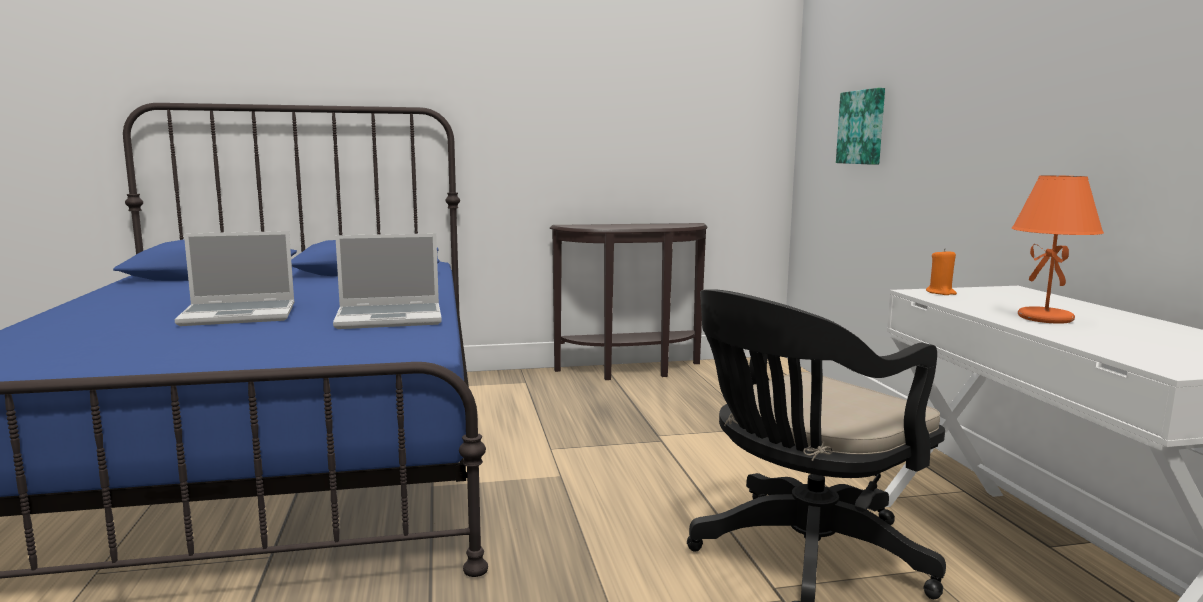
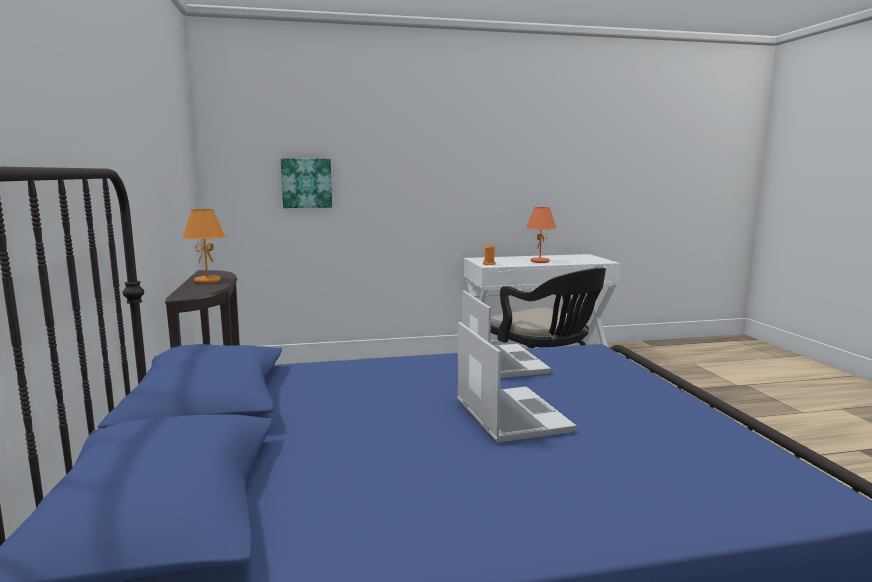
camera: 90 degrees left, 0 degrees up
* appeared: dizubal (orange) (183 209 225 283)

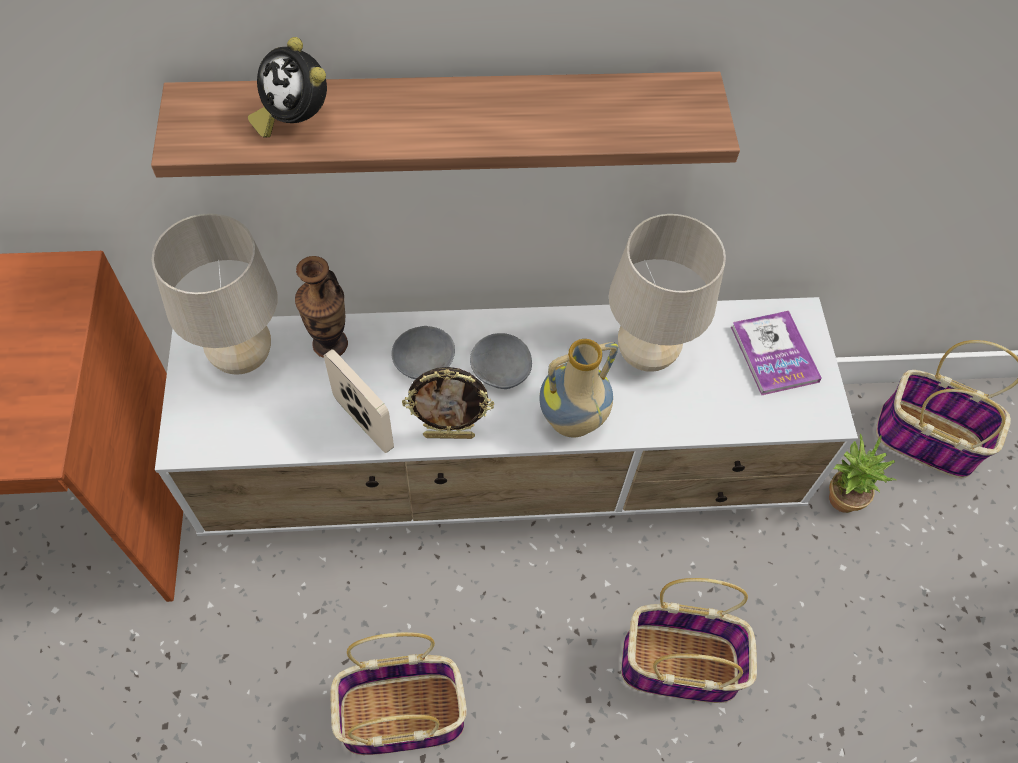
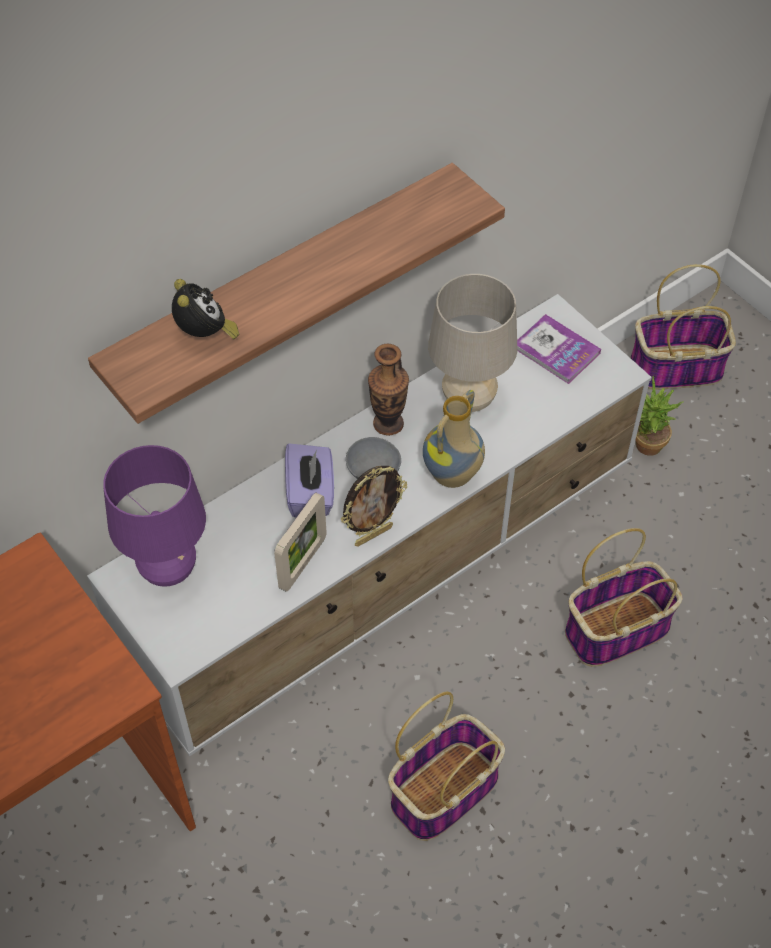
camera: 30 degrees left, 5 degrees down
* relocated: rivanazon (295 256 348 358) to (368 344 409 436)
* exchanged: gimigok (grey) (392 326 455 379) to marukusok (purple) (285 444 334 517)
* colour: dizubal (beige) (152 213 278 375) to dizubal (purple) (103 445 206 587)
* spun: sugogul (248 37 327 138) = (172 279 239 339) 120 degrees counterclockwise
* spun: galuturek (324 349 394 453) = (274 493 327 592) 105 degrees clockwise

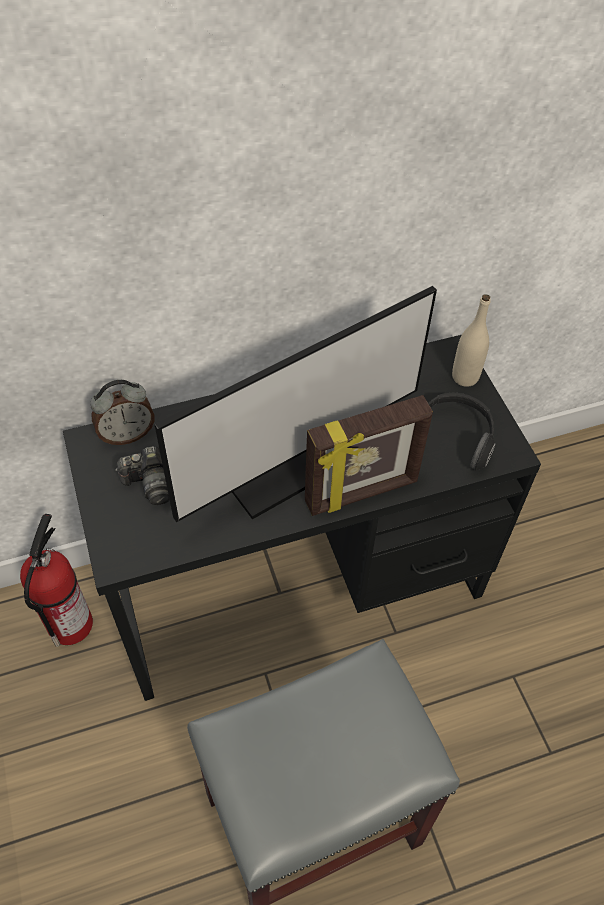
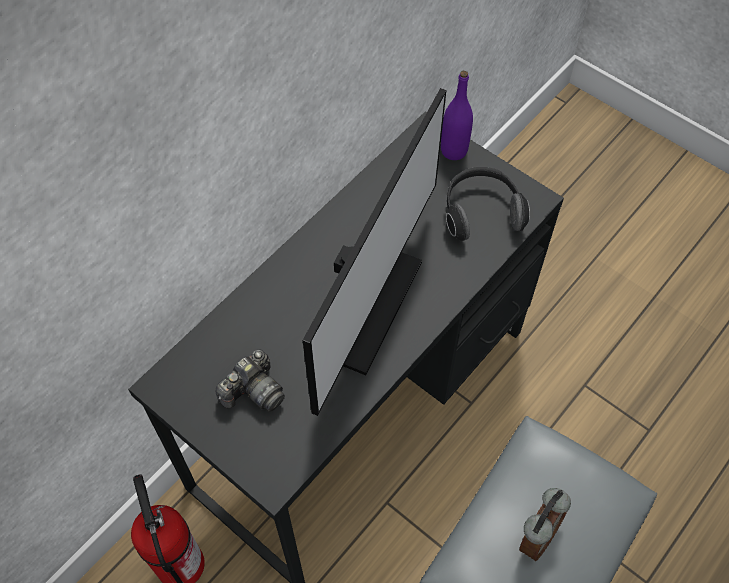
camera: 30 degrees left, 5 degrees up
* missing: galuturek (305 395 433 516)
* relocated: sugogul (90 380 154 445) to (519 488 571 561)
* colour: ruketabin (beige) (452 294 491 387) to ruketabin (purple) (441 71 473 160)

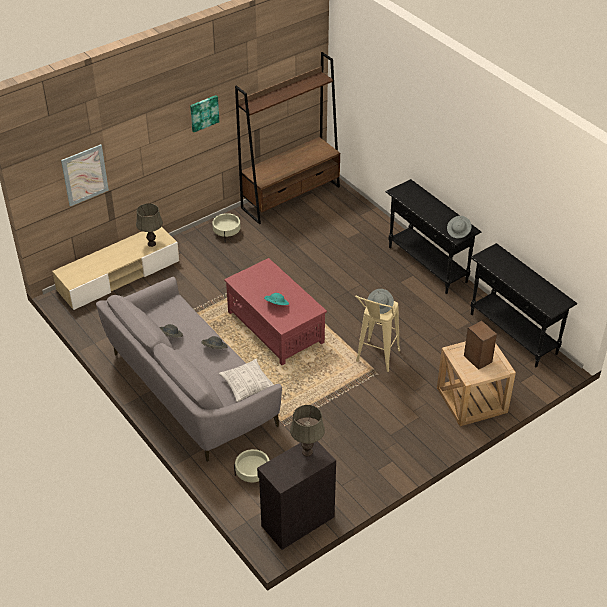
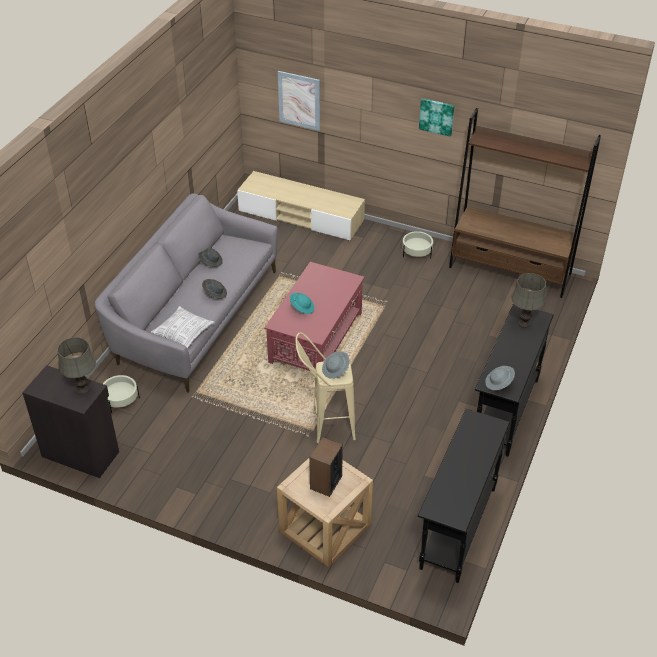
camera: 60 degrees right, 0 degrees up
* relocated: dizubal (grey) (136 203 163 247) to (511 273 546 328)

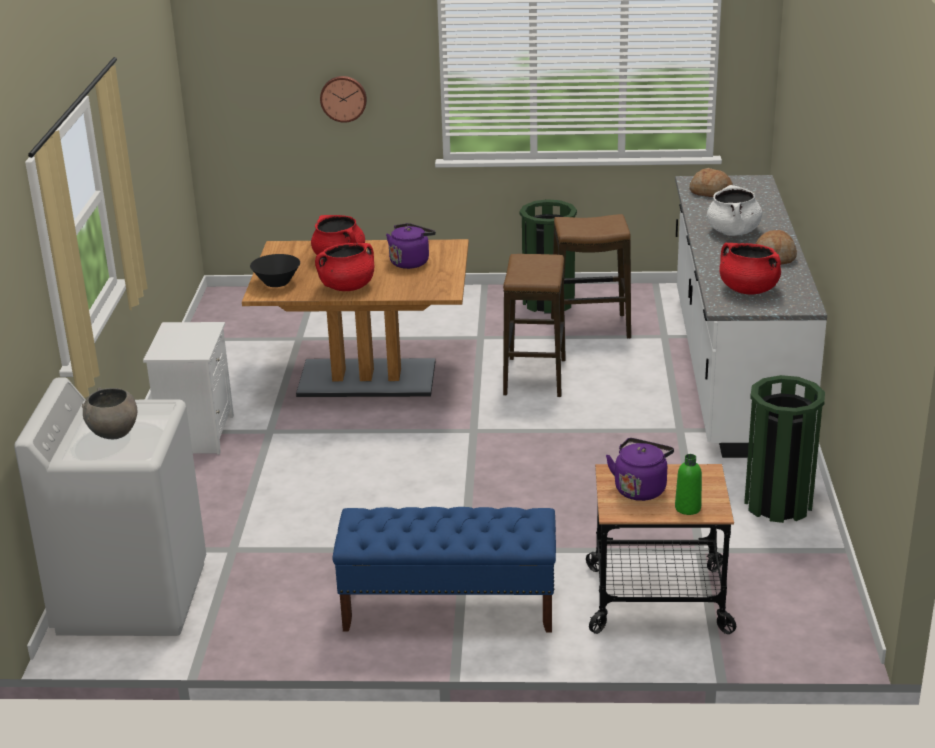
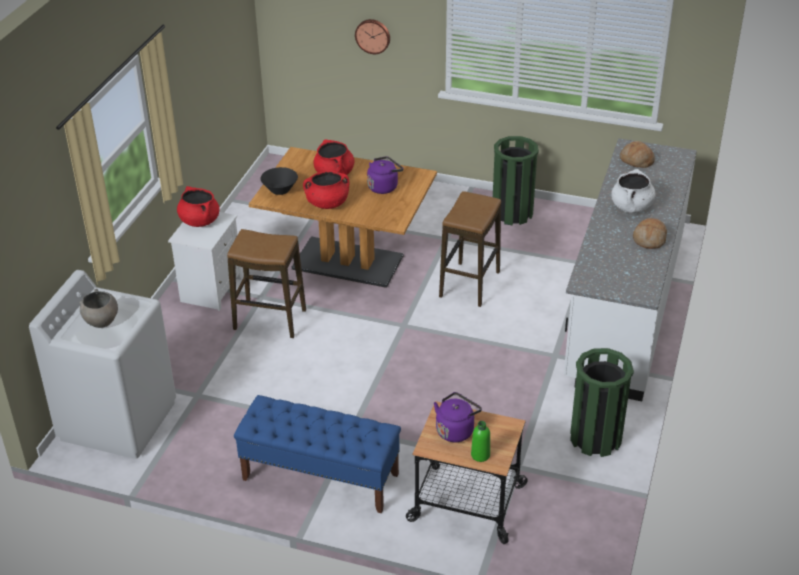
camera: 15 degrees right, 10 degrees up
* relocated: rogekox (551 214 631 339) to (227 229 306 338)
* relocated: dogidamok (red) (719 243 781 294) to (177 186 220 227)

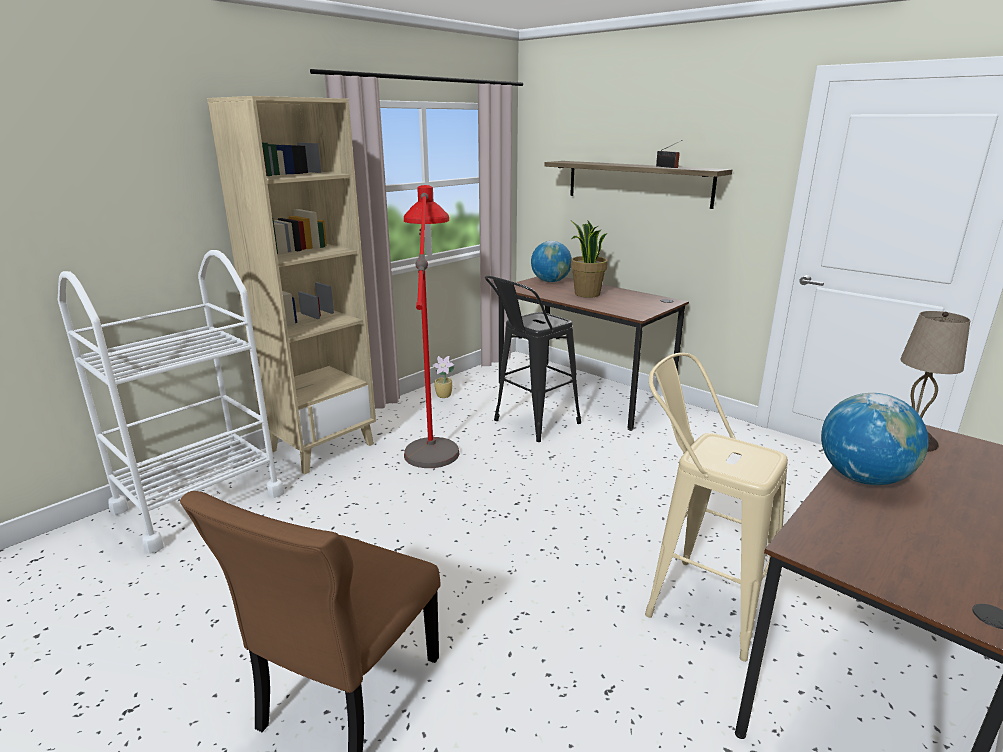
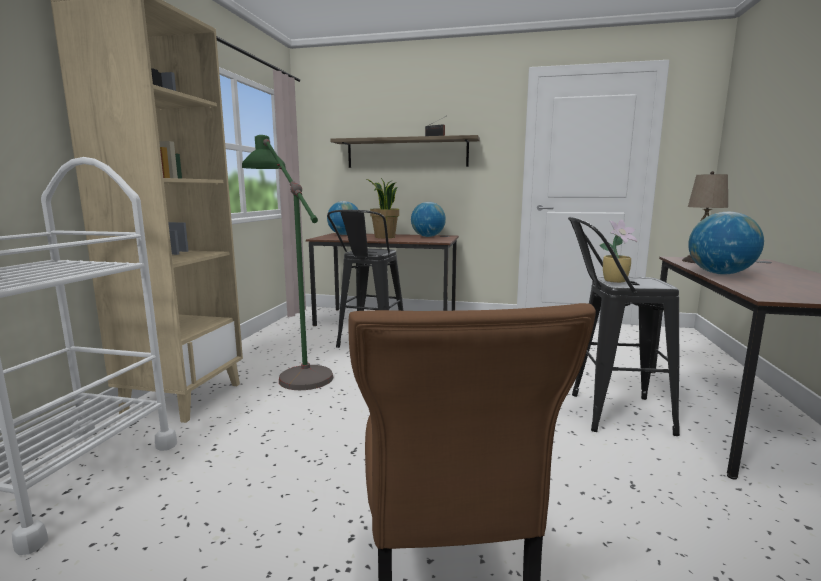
camera: 30 degrees left, 10 degrees down
* appeared: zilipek (411 202 446 237)
* relocated: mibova (432 356 454 398) to (599 219 637 283)
* colour: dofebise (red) (404 185 460 468) to dofebise (green) (242 135 333 390)
* colour: rogekox (beige) (645 353 788 662) to rogekox (black) (568 216 680 436)

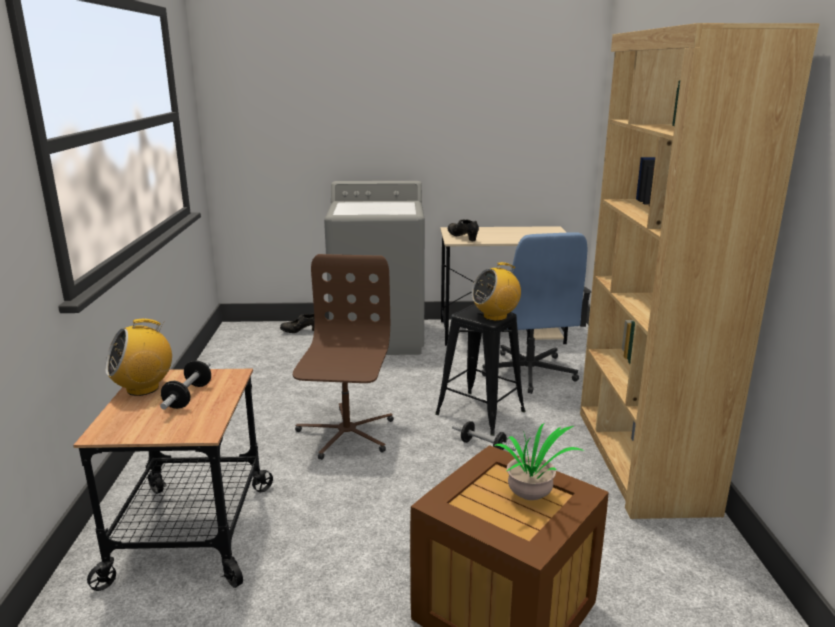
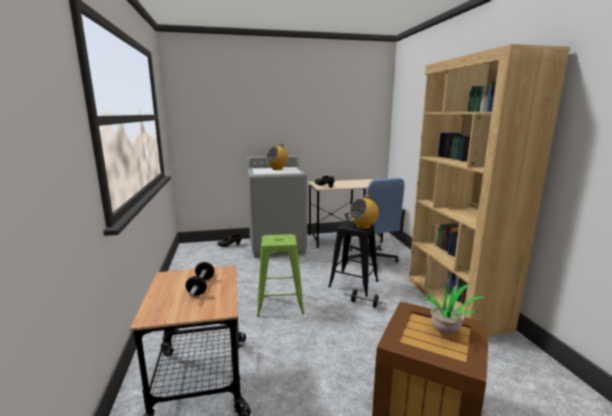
camera: 10 degrees left, 5 degrees down
* relocated: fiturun (105 319 172 396) to (266 144 288 170)
* exchanged: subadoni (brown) (293 254 394 460) to rogekox (green) (257 234 304 316)

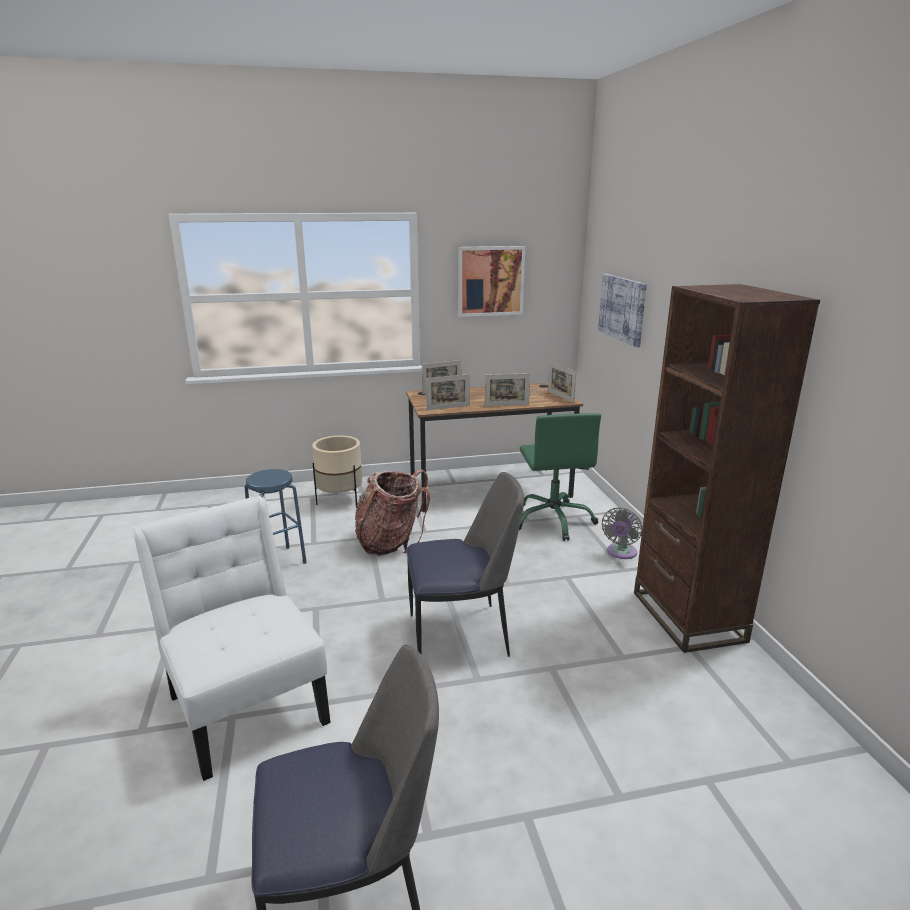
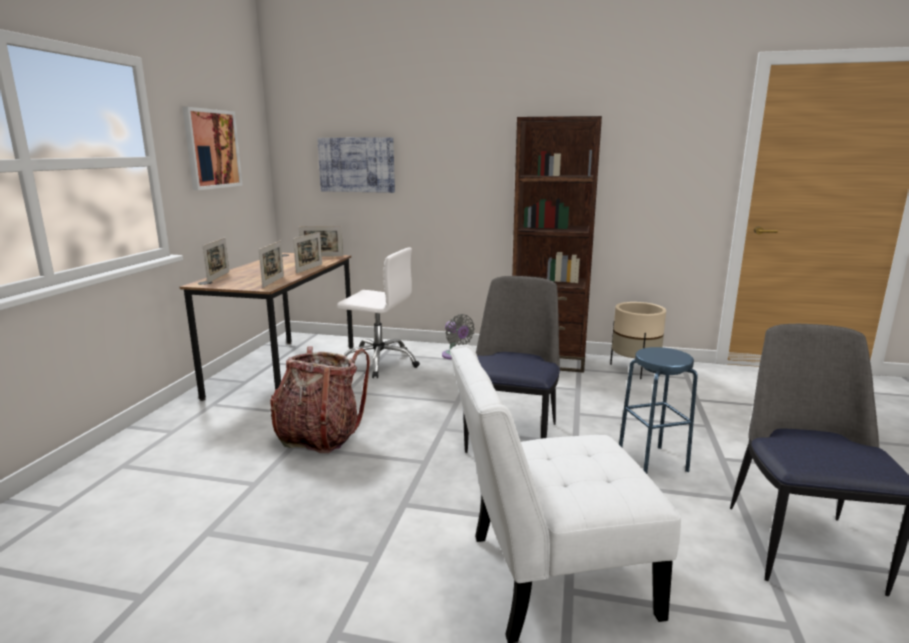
camera: 65 degrees left, 5 degrees down
* relocated: rogekox (blue) (245 469 307 564) to (619 347 698 474)
* relocated: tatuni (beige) (312 436 362 507) to (610 302 666 379)
* colour: subadoni (green) (519 413 601 541) to subadoni (white) (337 247 420 378)

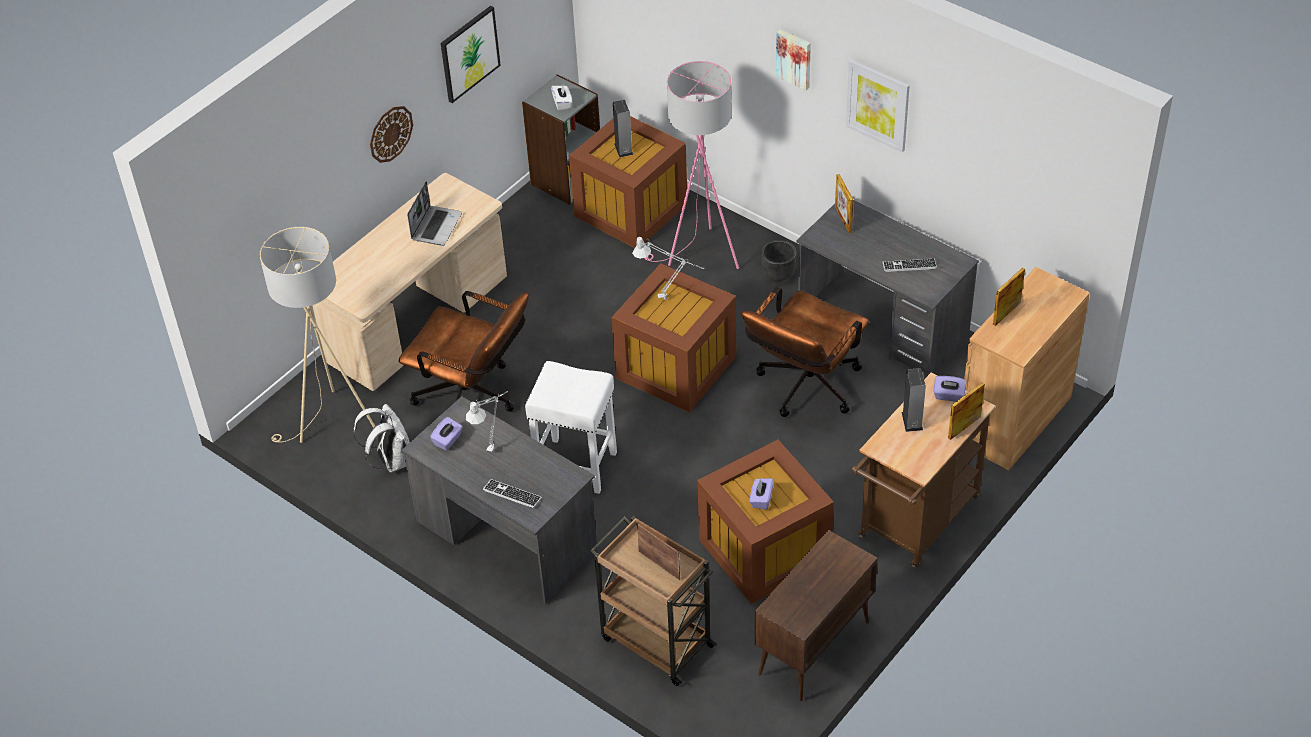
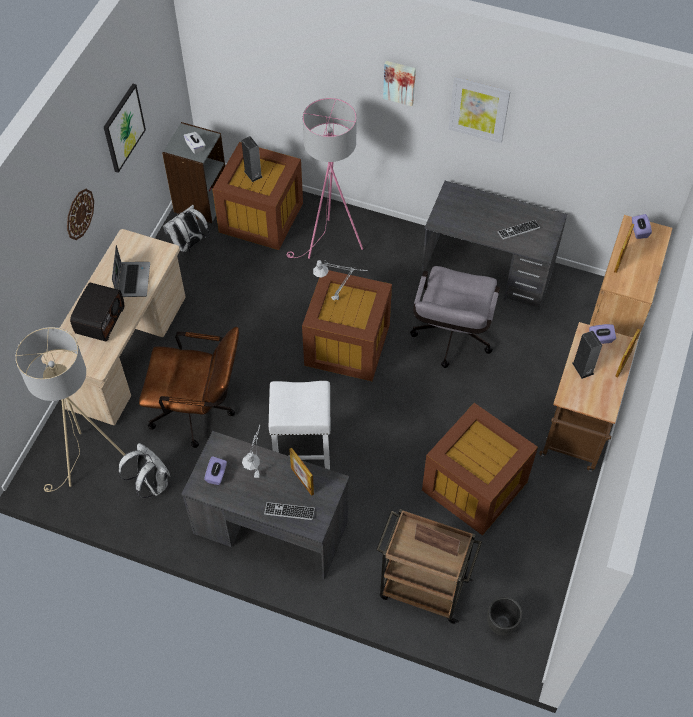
camera: 20 degrees left, 10 degrees up
* missing: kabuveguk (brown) (755 530 878 701)
* appeared: fiturun (70 283 124 342)
* appeared: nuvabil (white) (163 205 210 252)
* relocated: marukusok (purple) (750 478 774 510) to (632 214 652 239)
* relocated: tatuni (black) (761 240 797 282) to (487 597 522 636)
* relocated: galuturek (835 174 853 233) to (289 448 314 496)
* colour: subadoni (brown) (741 287 869 417) to subadoni (grey) (410 266 500 368)

